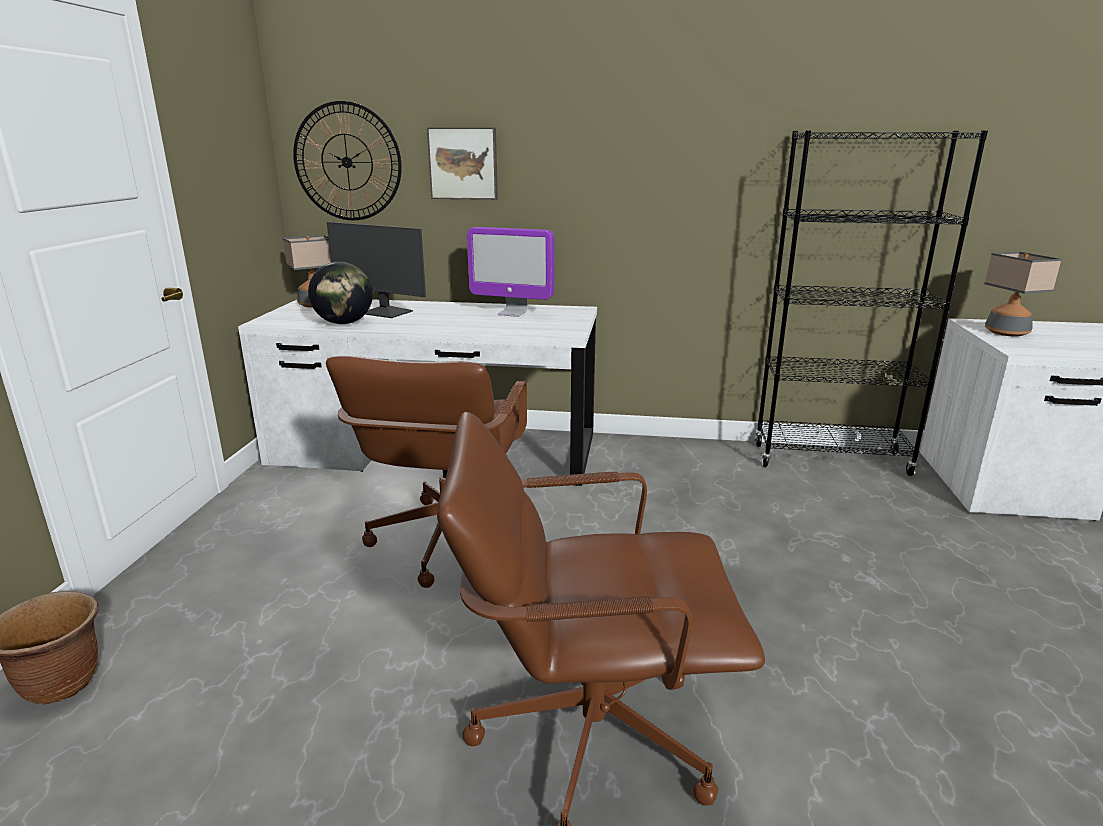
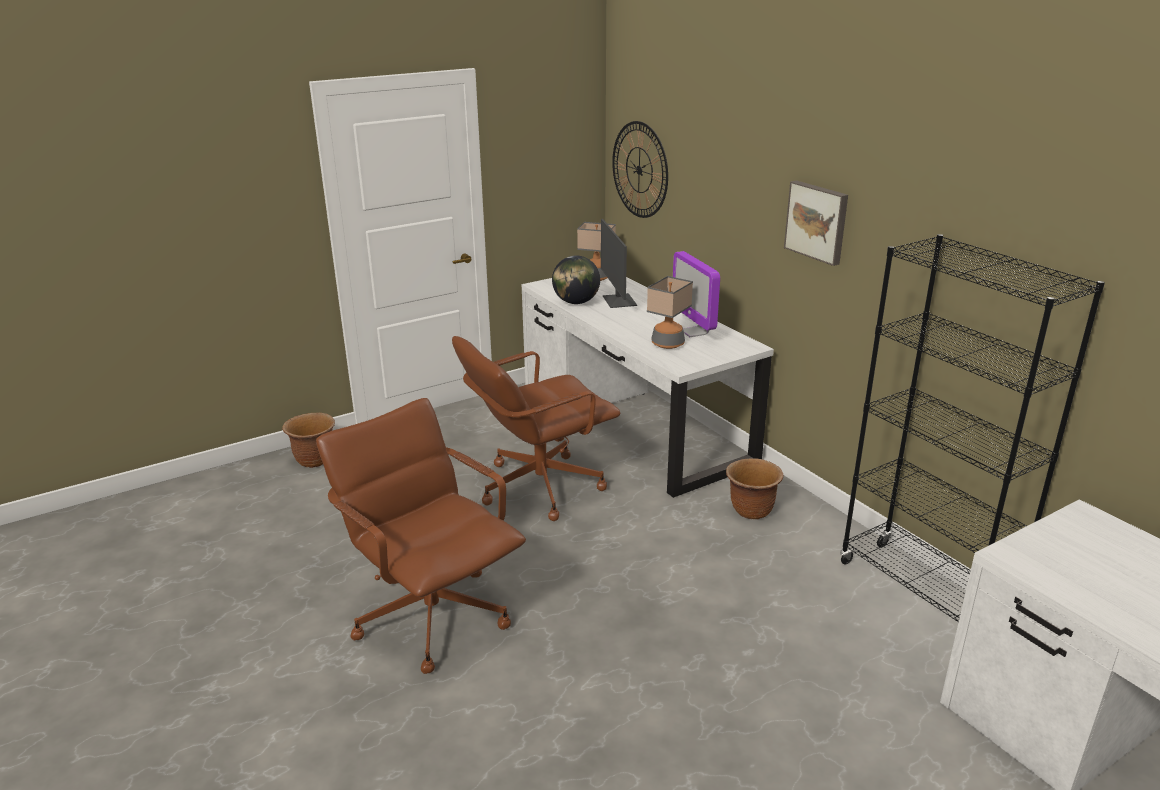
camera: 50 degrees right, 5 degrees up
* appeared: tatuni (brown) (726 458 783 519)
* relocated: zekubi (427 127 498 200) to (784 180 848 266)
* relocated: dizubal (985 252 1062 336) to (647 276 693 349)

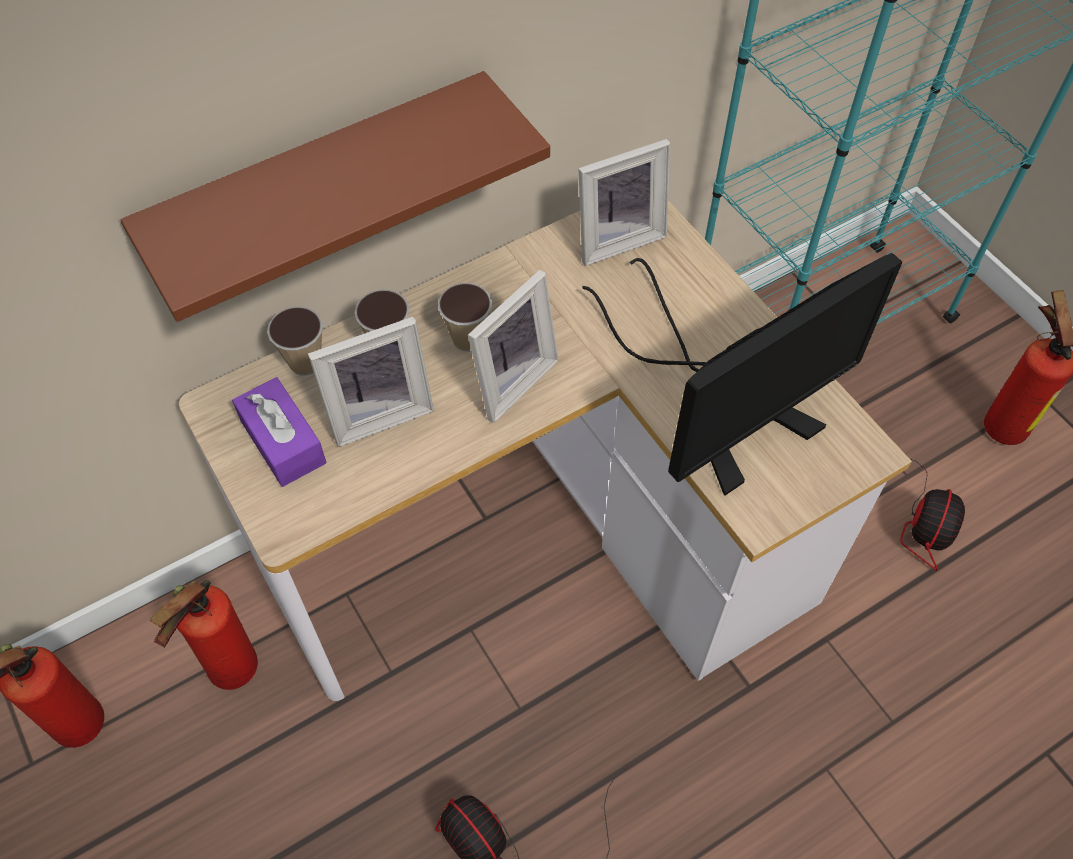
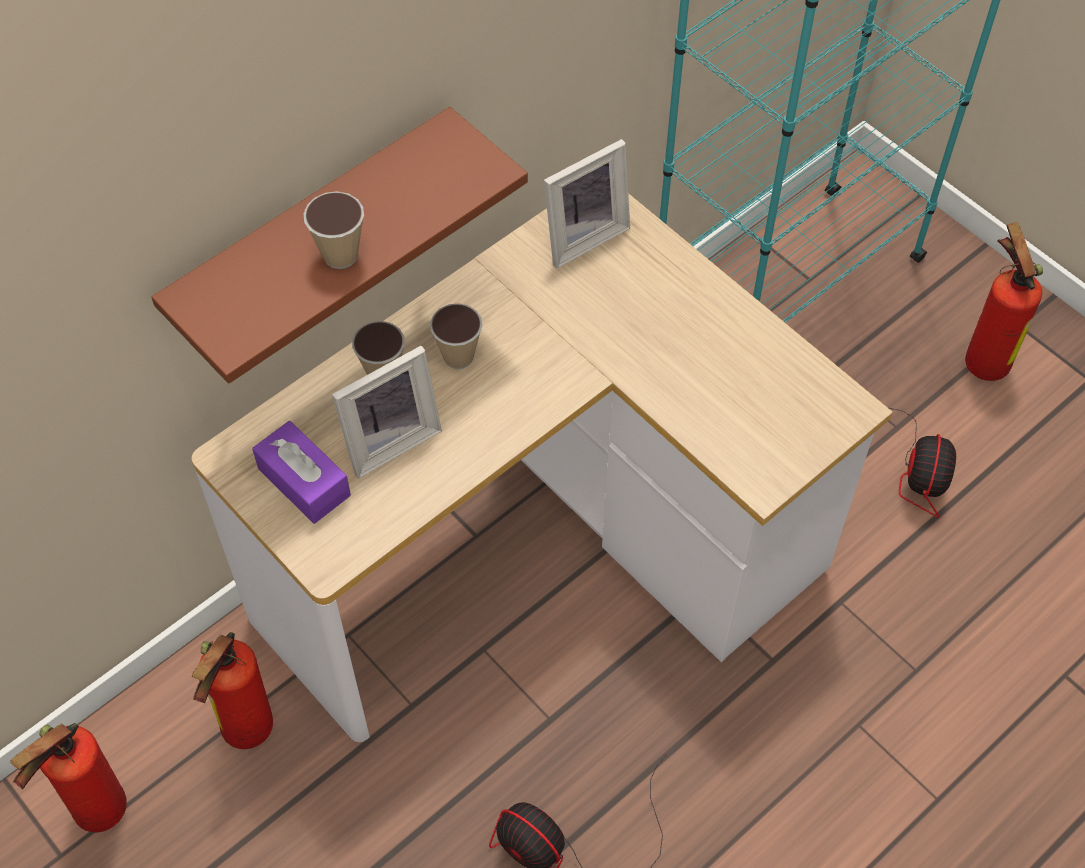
camera: 10 degrees left, 0 degrees up
* missing: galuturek (468 270 559 423)
* missing: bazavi (582 253 902 496)
* relocated: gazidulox (267 307 323 375) to (303 191 364 269)

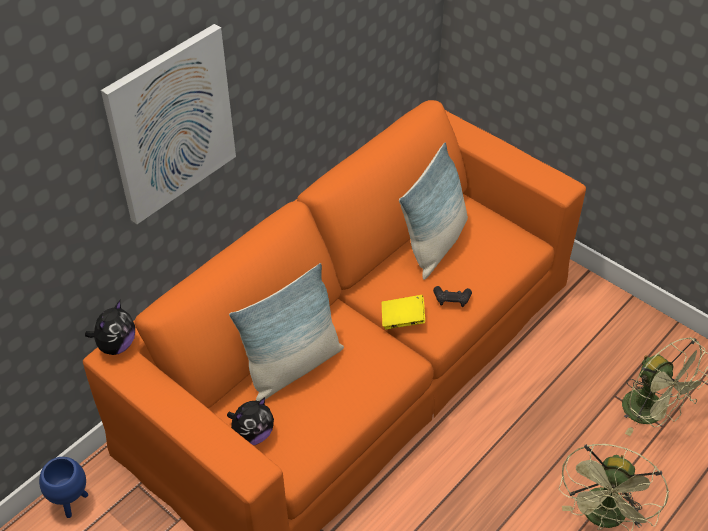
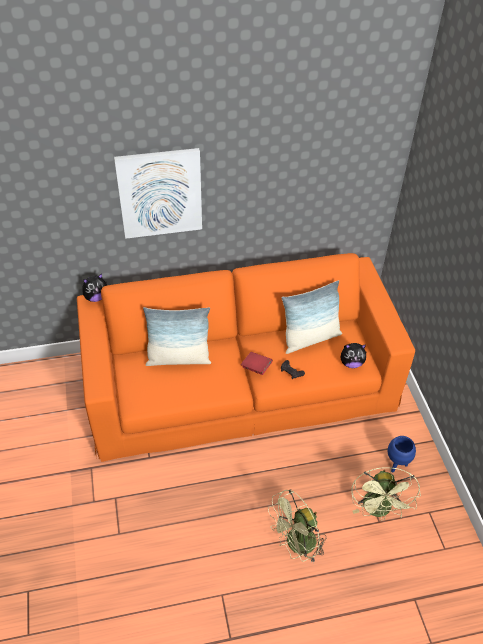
camera: 35 degrees right, 0 degrees up
* relocated: tatuni (blue) (39 457 88 518) to (388 436 416 472)
* relocated: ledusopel (227 397 274 445) to (341 343 367 368)
* colour: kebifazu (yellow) (382 295 425 329) to kebifazu (red) (241 352 273 375)

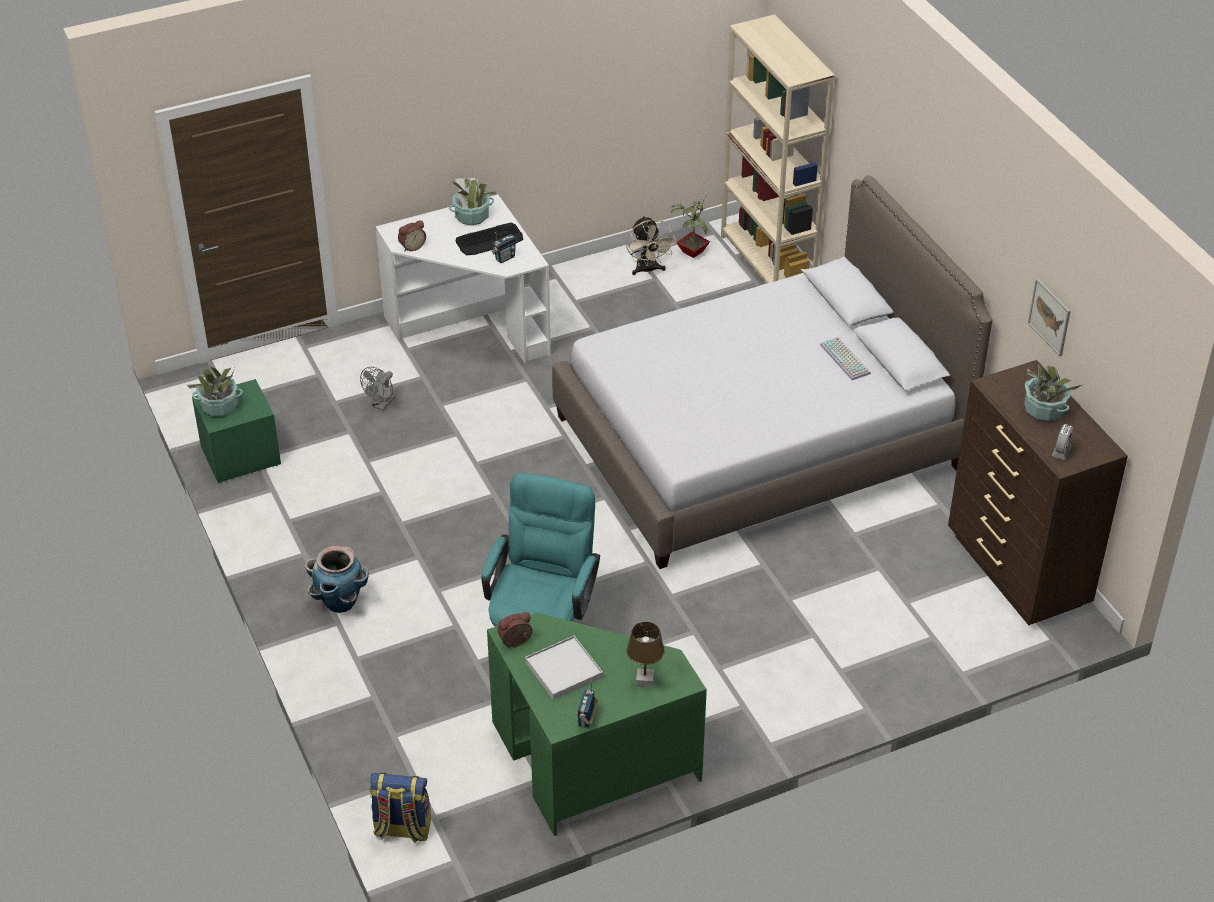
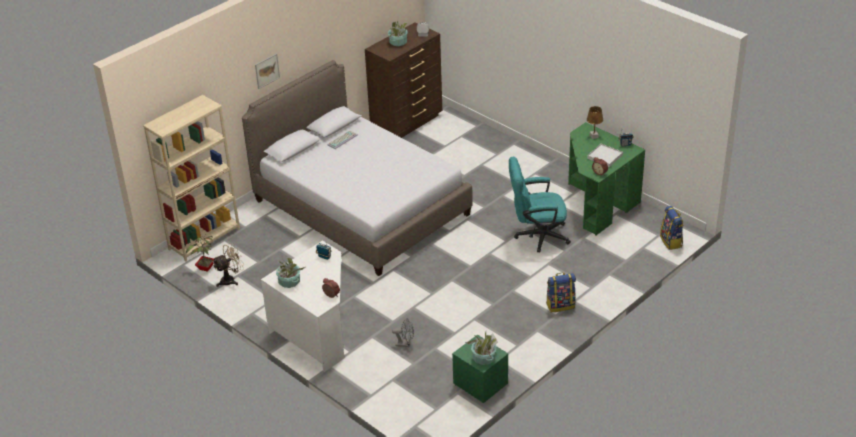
camera: 110 degrees left, 5 degrees down
* missing: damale (455 223 523 255)
* relocated: zekubi (1028 278 1071 356) to (255 54 280 89)
* exchanged: tatuni (305 546 369 613) to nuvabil (546 273 576 312)

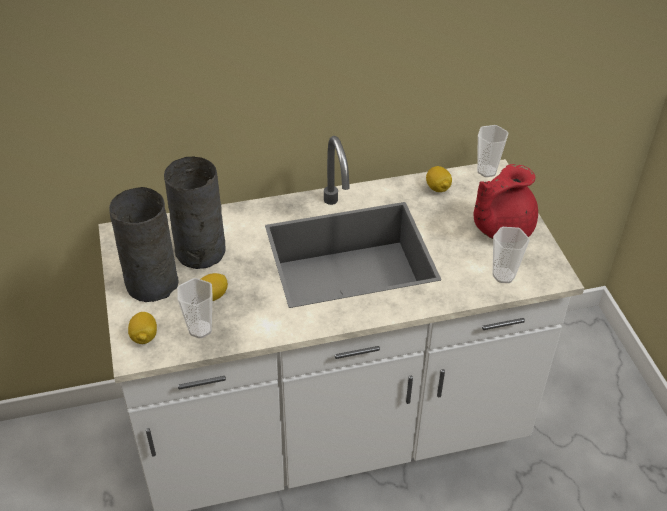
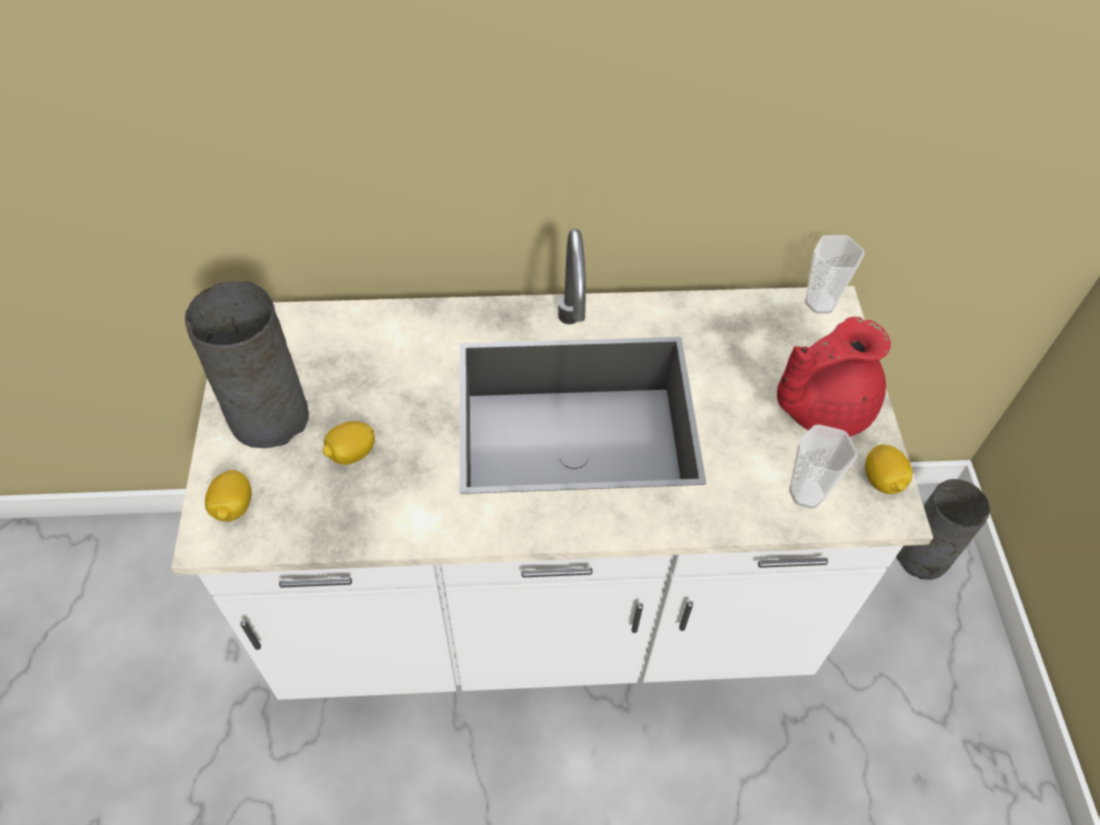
camera: 10 degrees right, 10 degrees up
* missing: gazidulox (177 278 213 338)
* relocated: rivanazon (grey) (164 156 226 269) to (897 479 990 580)
* relocated: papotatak (426 166 452 192) to (865 444 913 494)

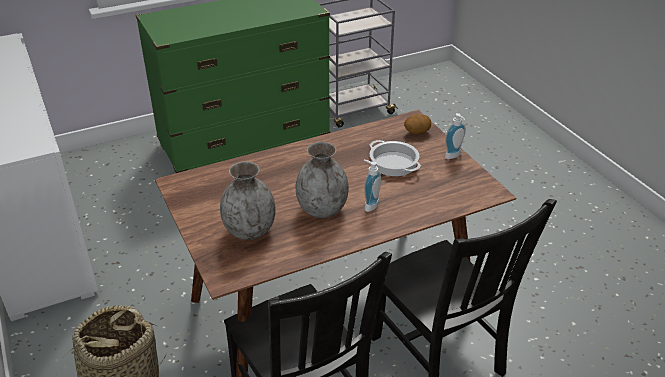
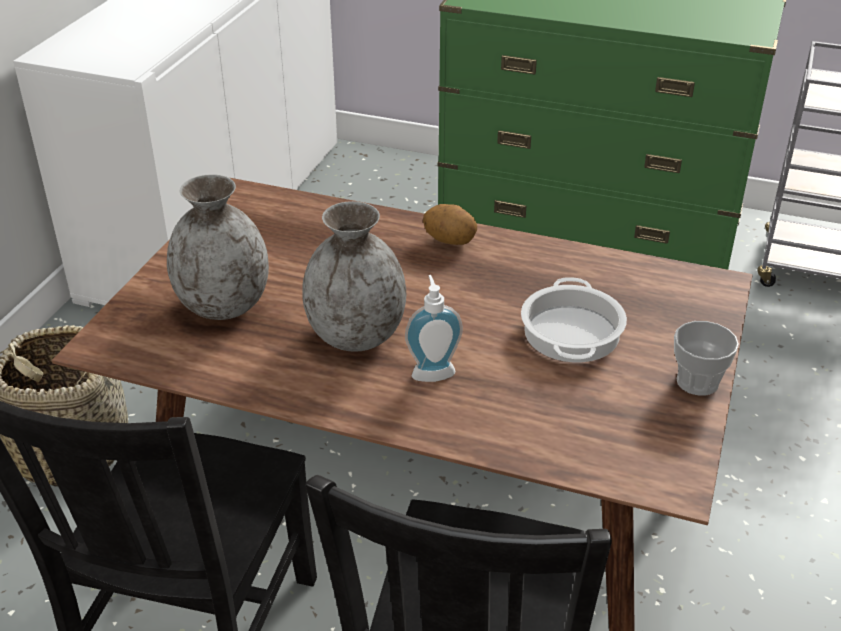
camera: 45 degrees right, 0 degrees up
* relocated: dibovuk (404 114 431 134) to (423 204 477 245)
* exchanged: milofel (445 113 466 159) to gazidulox (674 321 739 396)

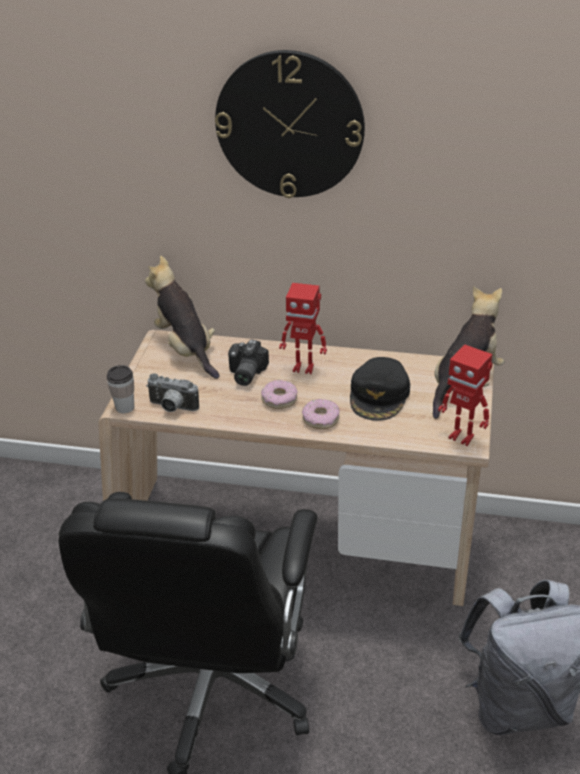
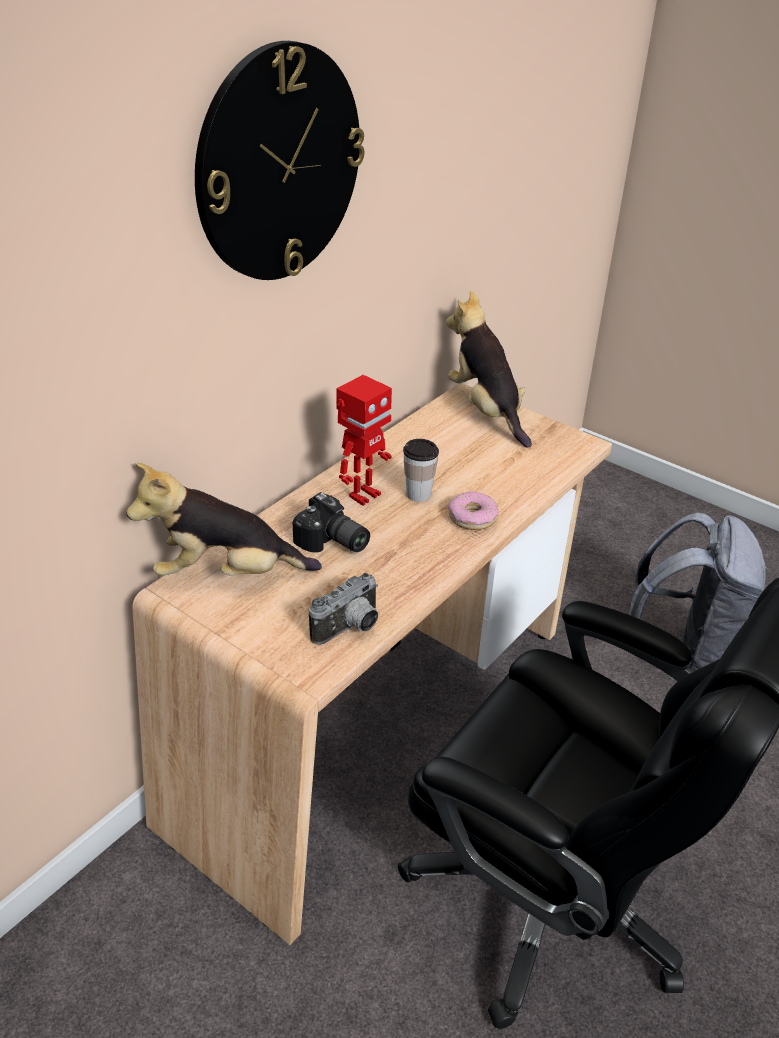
camera: 65 degrees left, 0 degrees up
* missing: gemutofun (261 380 298 409)
* missing: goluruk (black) (350 357 410 421)
* missing: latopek (438 344 493 446)
* relocated: gazidulox (107 365 134 413) to (403 439 439 502)

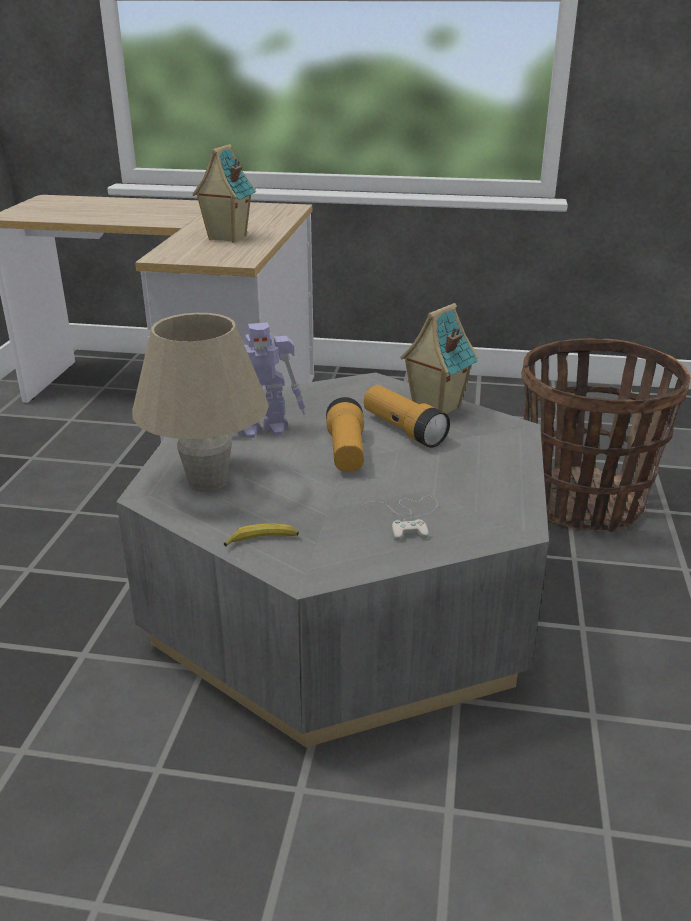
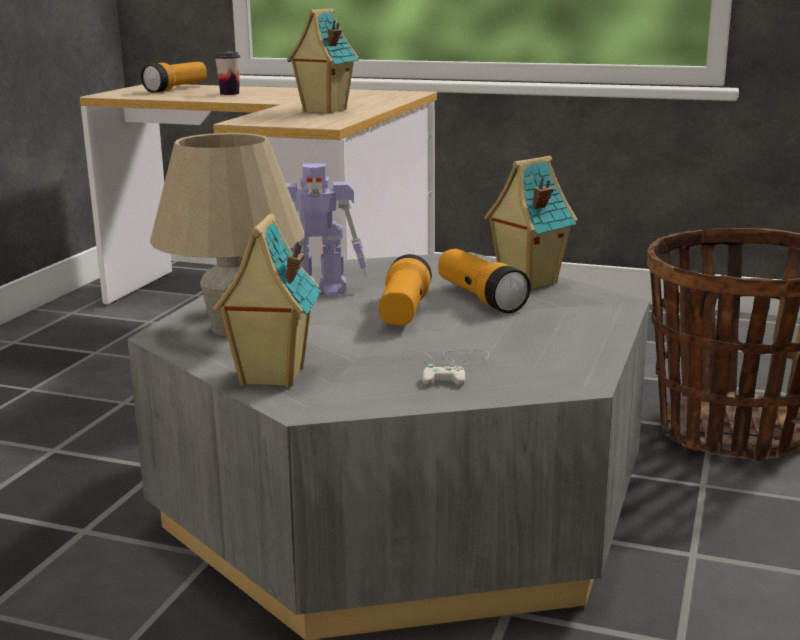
camera: 10 degrees right, 10 degrees down
* appeared: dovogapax (141 62 207 93)
* appeared: gazidulox (215 52 240 95)
* exchanged: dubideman (224 524 299 546) to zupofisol (211 213 321 388)

